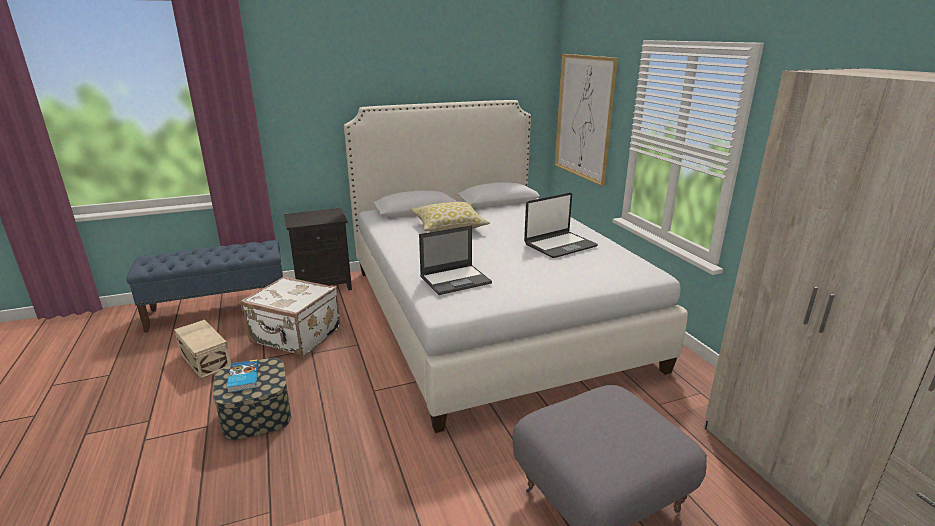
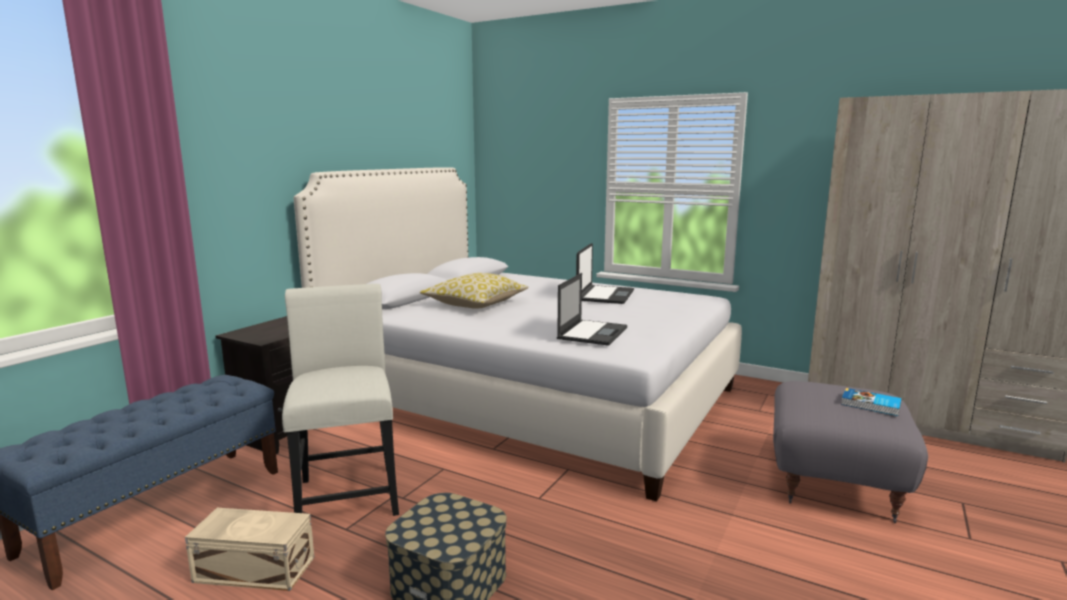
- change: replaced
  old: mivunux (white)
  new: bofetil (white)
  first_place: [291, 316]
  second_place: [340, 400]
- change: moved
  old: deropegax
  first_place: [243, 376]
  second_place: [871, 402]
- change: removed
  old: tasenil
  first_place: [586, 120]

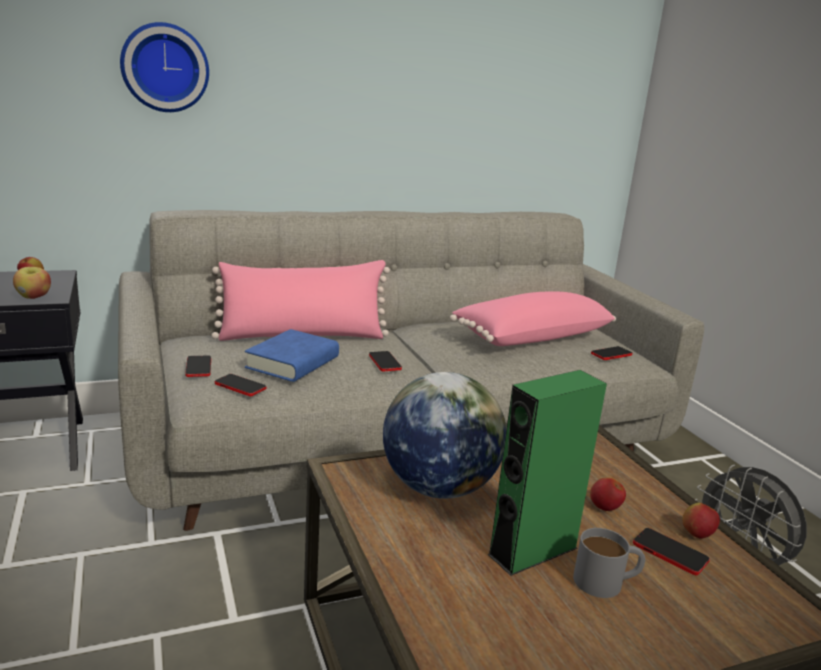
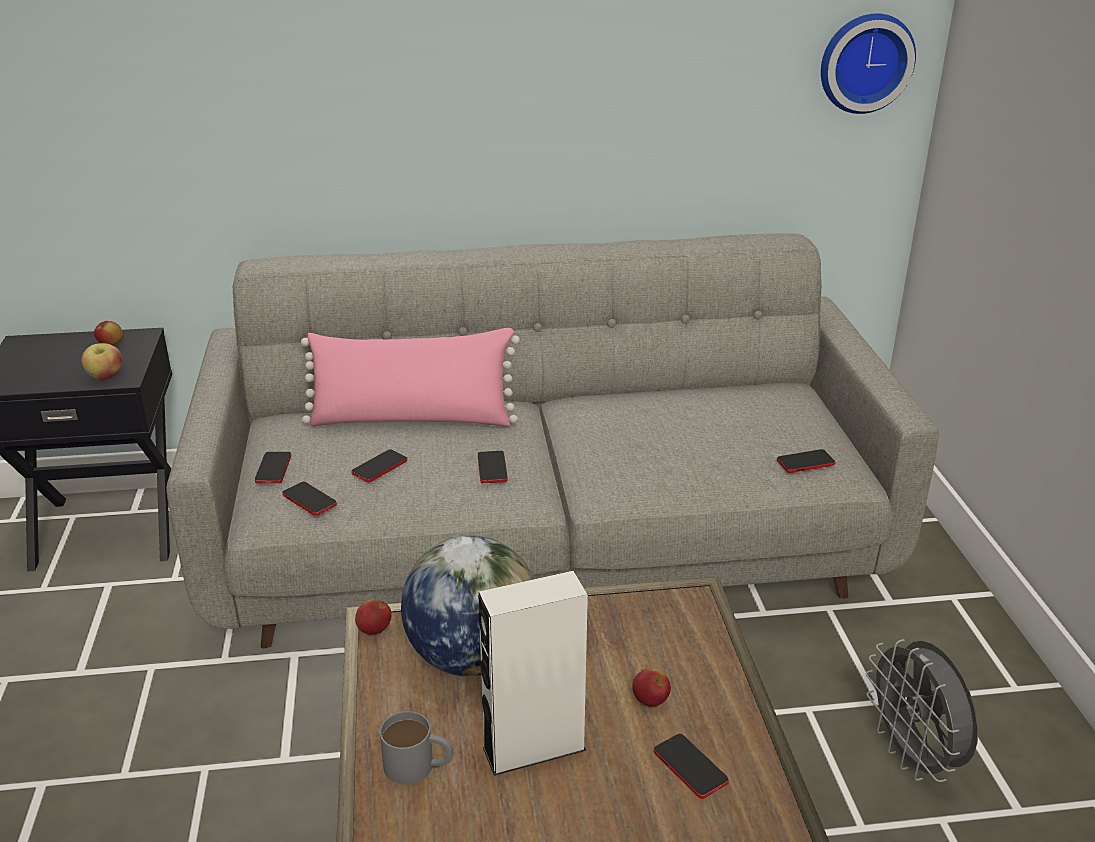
- change: replaced
  old: deropegax (blue)
  new: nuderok
  first_place: [292, 355]
  second_place: [379, 465]
- change: moved
  old: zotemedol
  first_place: [701, 520]
  second_place: [373, 617]
- change: moved
  old: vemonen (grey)
  first_place: [609, 563]
  second_place: [416, 747]
- change: recoloured
  old: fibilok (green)
  new: fibilok (white)
  first_place: [547, 473]
  second_place: [533, 673]
- change: moved
  old: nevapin
  first_place: [164, 67]
  second_place: [868, 63]
- change: removed
  old: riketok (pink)
  first_place: [533, 318]

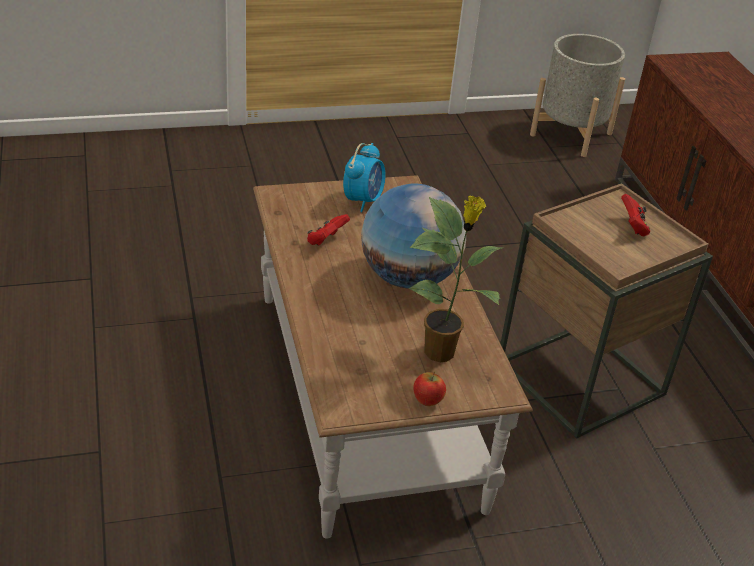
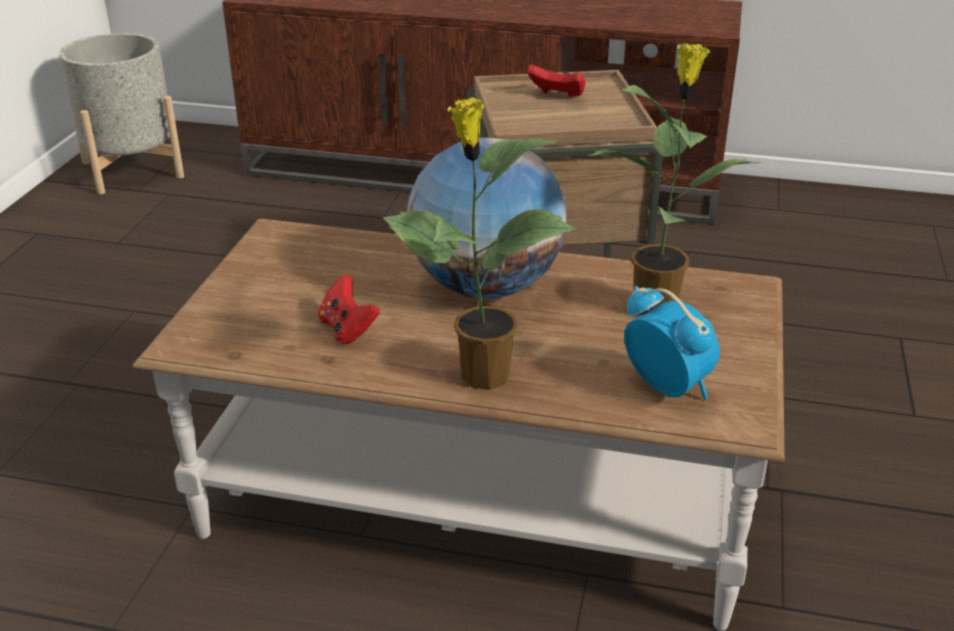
- change: added
  new: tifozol
  second_place: [479, 243]
- change: moved
  old: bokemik
  first_place: [364, 177]
  second_place: [672, 343]
- change: removed
  old: zotemedol
  first_place: [429, 388]

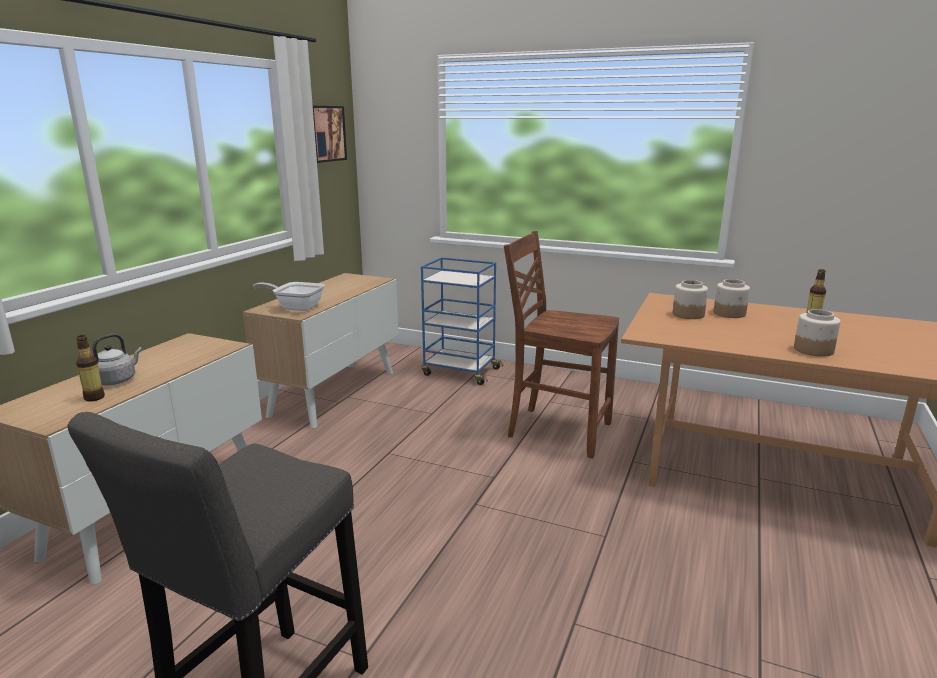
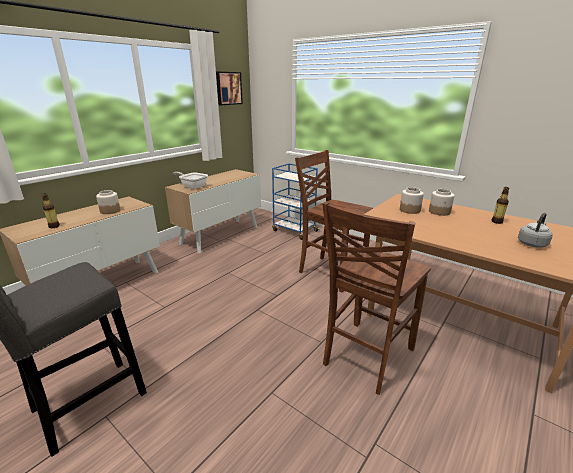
- change: moved
  old: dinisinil
  first_place: [817, 333]
  second_place: [108, 202]
- change: added
  new: bofetil (brown)
  second_place: [376, 298]
- change: moved
  old: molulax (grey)
  first_place: [117, 359]
  second_place: [535, 230]

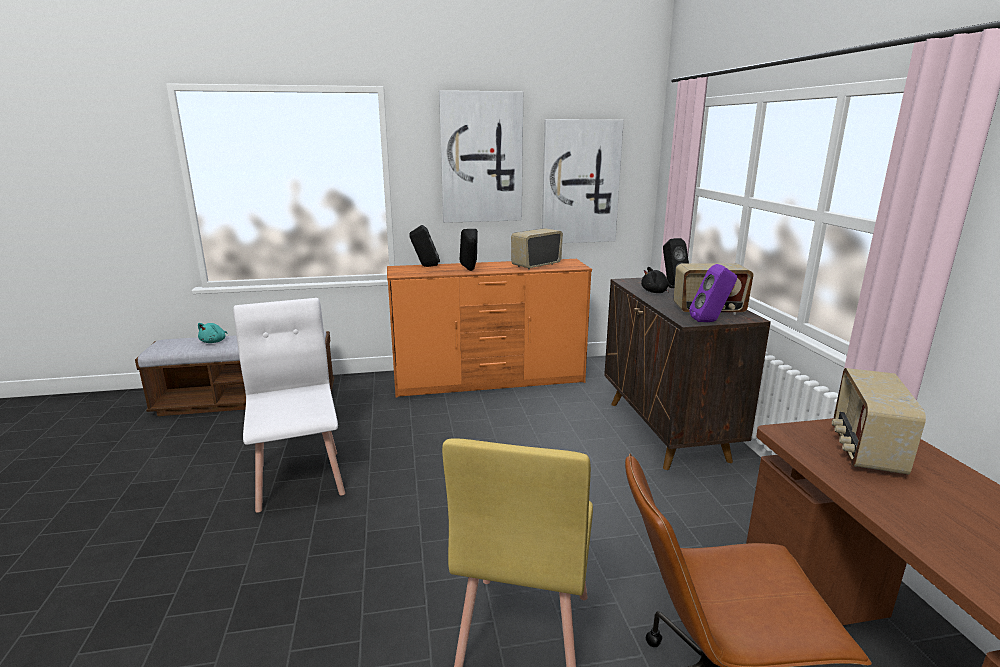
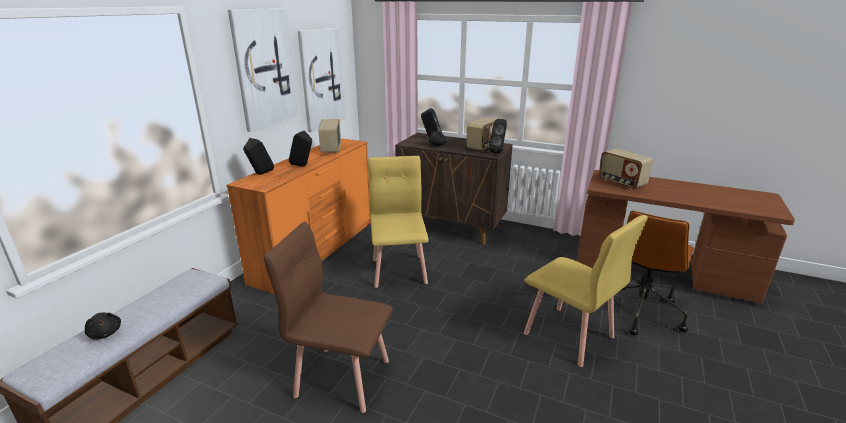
- change: recoloured
  old: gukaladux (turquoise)
  new: gukaladux (black)
  first_place: [212, 333]
  second_place: [103, 326]
- change: recoloured
  old: bofetil (white)
  new: bofetil (brown)
  first_place: [289, 405]
  second_place: [328, 317]
- change: added
  new: bofetil (yellow)
  second_place: [398, 222]
- change: recoloured
  old: fibilok (purple)
  new: fibilok (black)
  first_place: [713, 293]
  second_place: [498, 136]

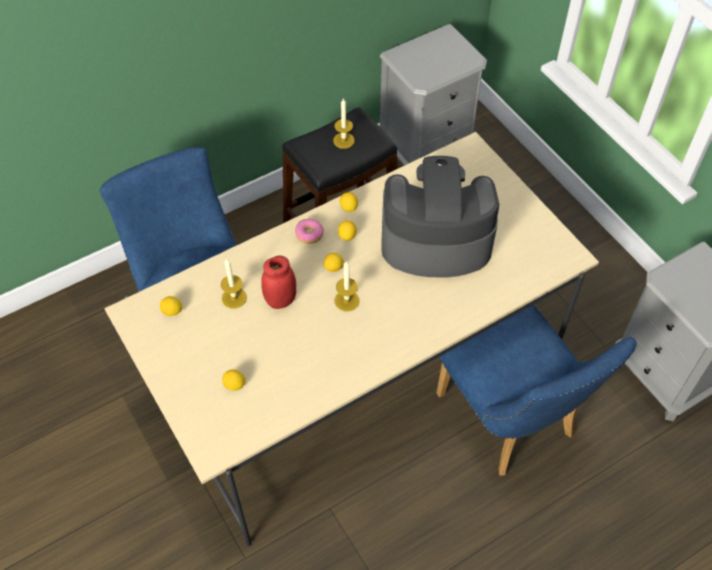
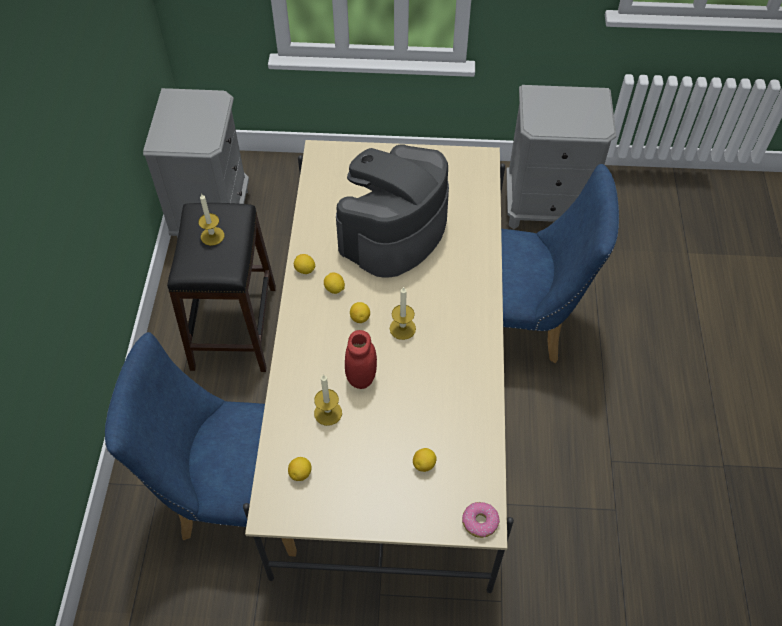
- change: moved
  old: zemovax
  first_place: [309, 231]
  second_place: [481, 520]

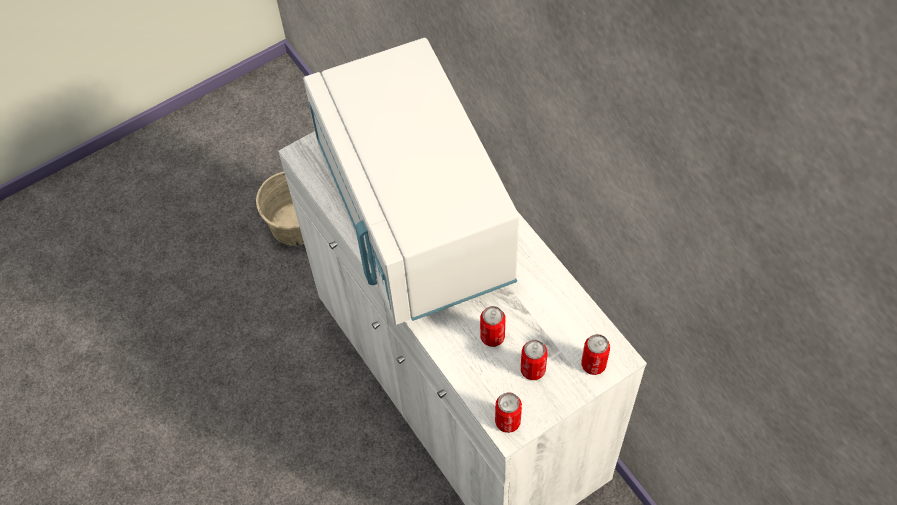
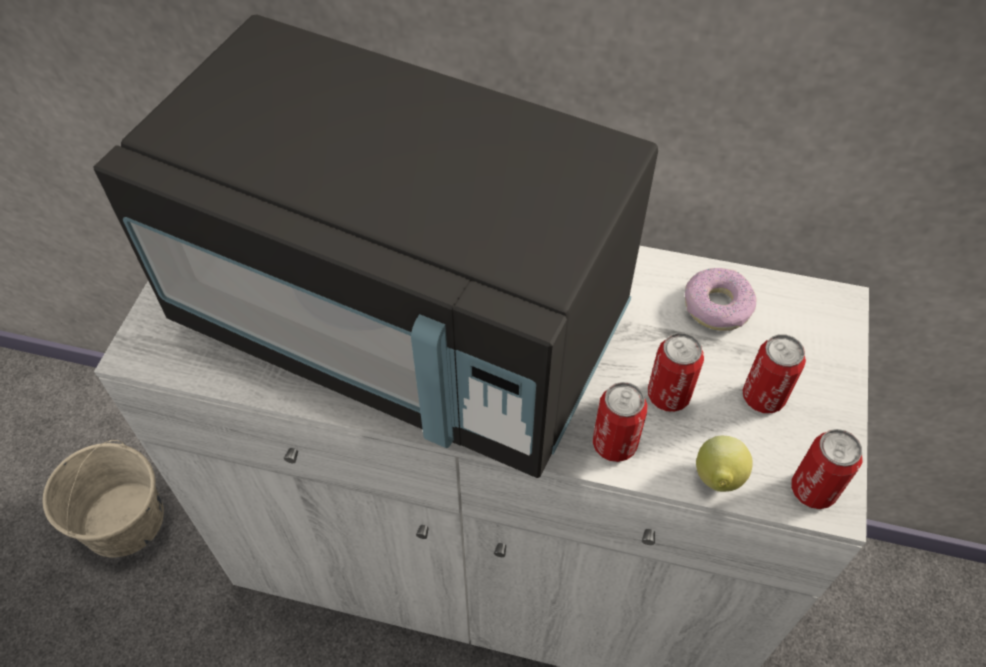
- change: recoloured
  old: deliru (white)
  new: deliru (black)
  first_place: [411, 181]
  second_place: [375, 246]
- change: moved
  old: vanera
  first_place: [595, 354]
  second_place: [620, 422]
- change: added
  new: zemovax
  second_place: [720, 299]
- change: added
  new: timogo
  second_place: [724, 464]

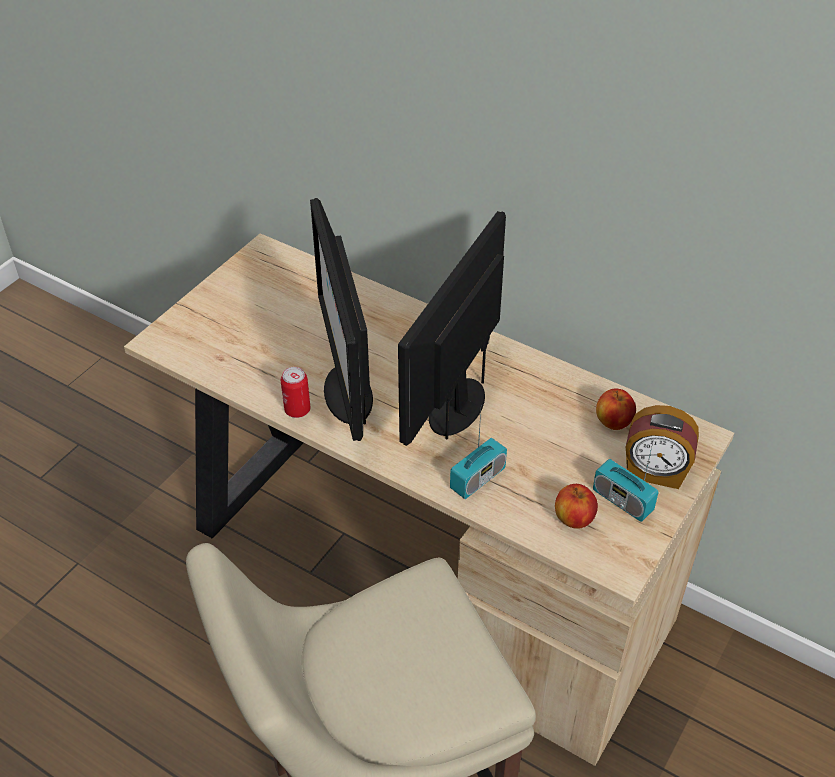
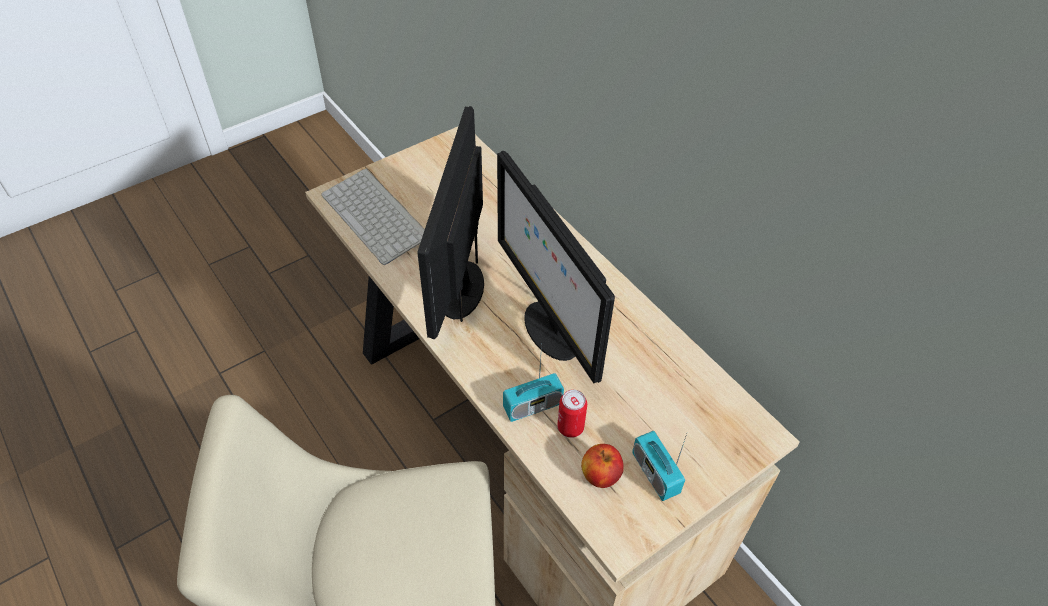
- change: added
  new: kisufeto
  second_place: [373, 216]
- change: turned
  old: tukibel
  first_place: [452, 328]
  second_place: [556, 267]
  degrees: -75
- change: moved
  old: vanera
  first_place: [296, 392]
  second_place: [572, 414]
- change: removed
  old: zotemedol
  first_place: [616, 409]
- change: removed
  old: bokemik
  first_place: [662, 447]

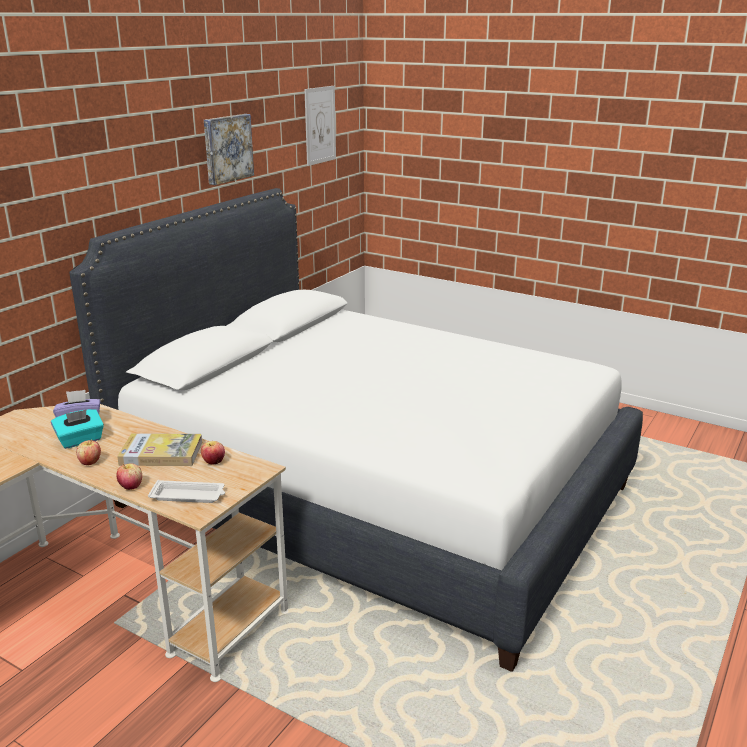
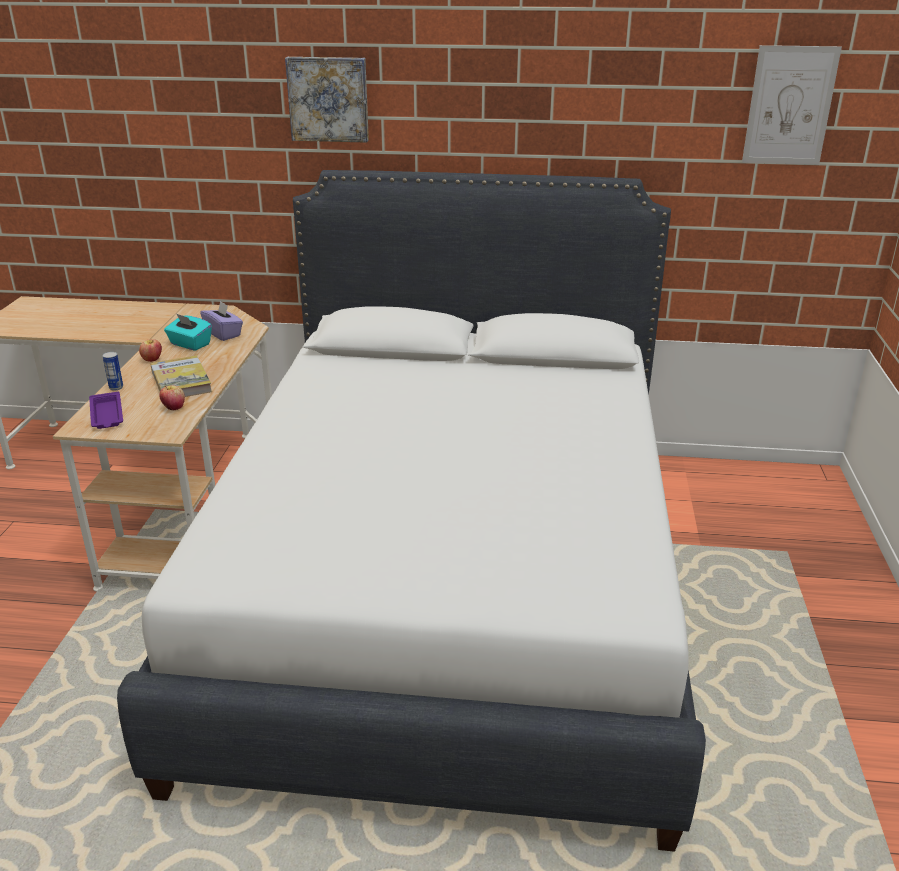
- change: recoloured
  old: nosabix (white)
  new: nosabix (purple)
  first_place: [186, 491]
  second_place: [106, 410]
- change: replaced
  old: zotemedol
  new: vanera
  first_place: [129, 477]
  second_place: [112, 371]
- change: moved
  old: tasenil
  first_place: [229, 149]
  second_place: [327, 100]

